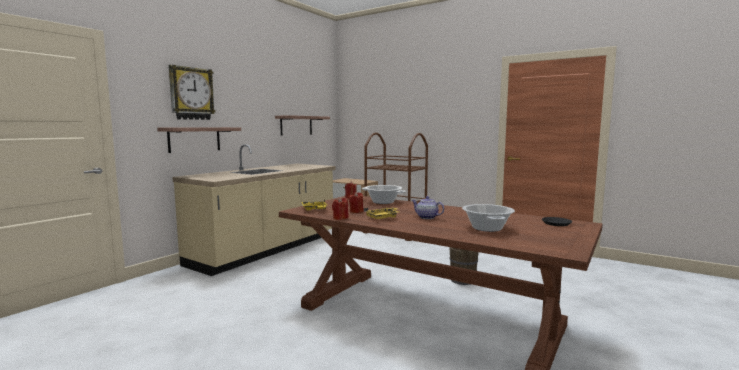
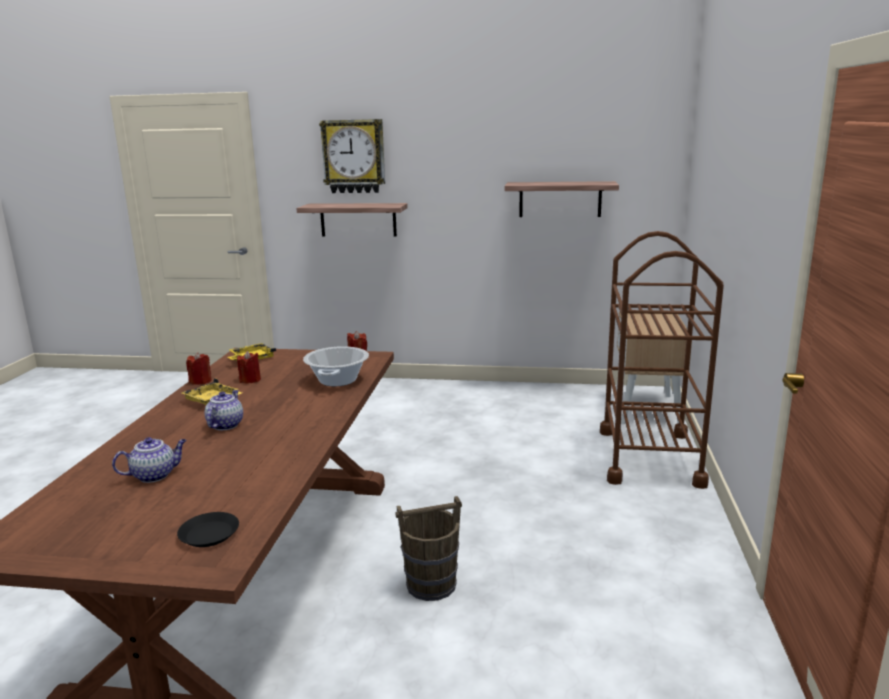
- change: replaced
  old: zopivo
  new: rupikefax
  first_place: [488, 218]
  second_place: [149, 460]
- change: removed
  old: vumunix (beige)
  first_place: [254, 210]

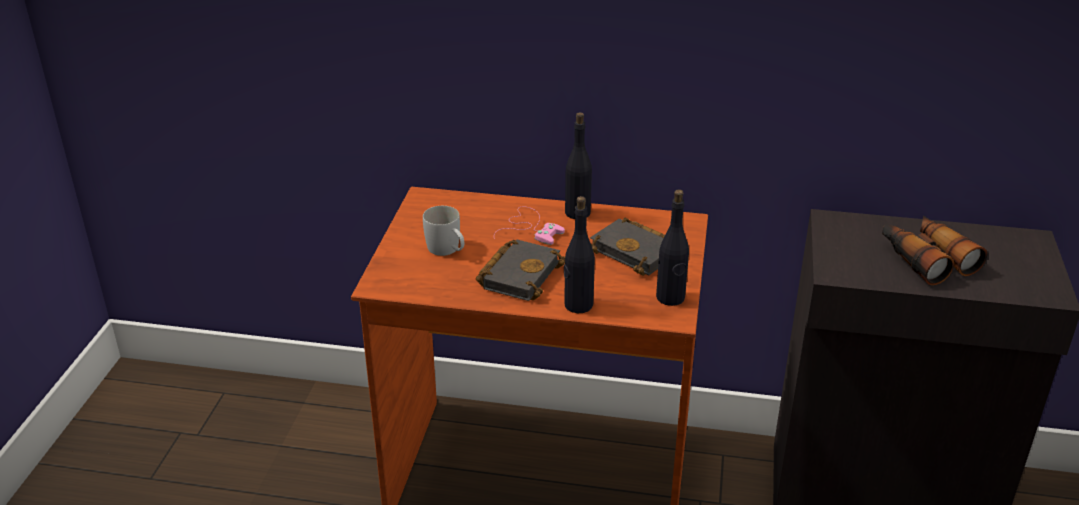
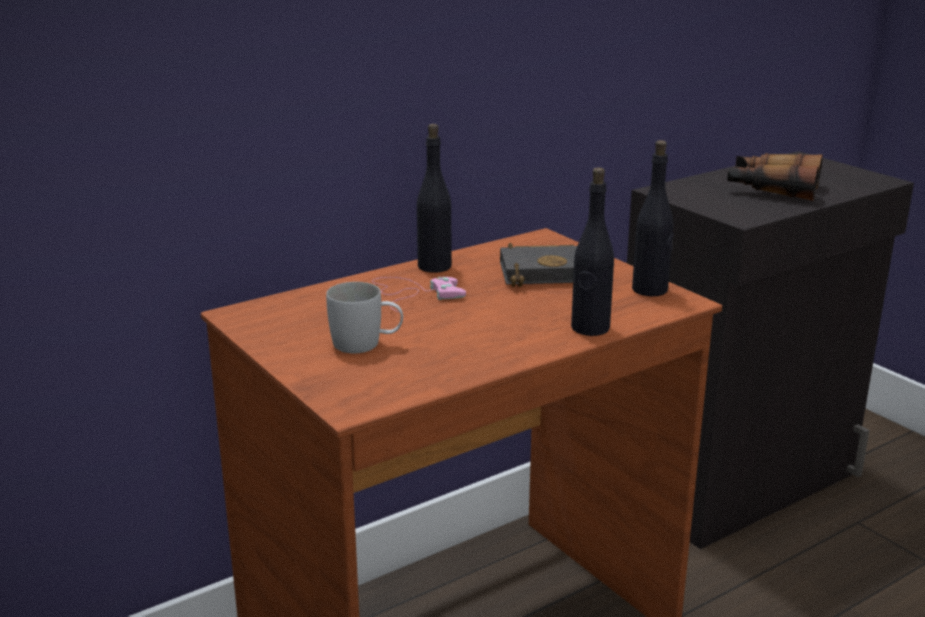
- change: removed
  old: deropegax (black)
  first_place: [520, 270]

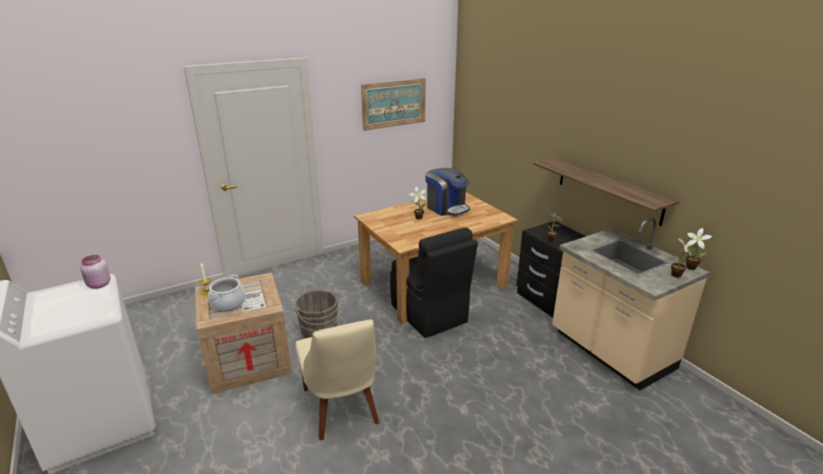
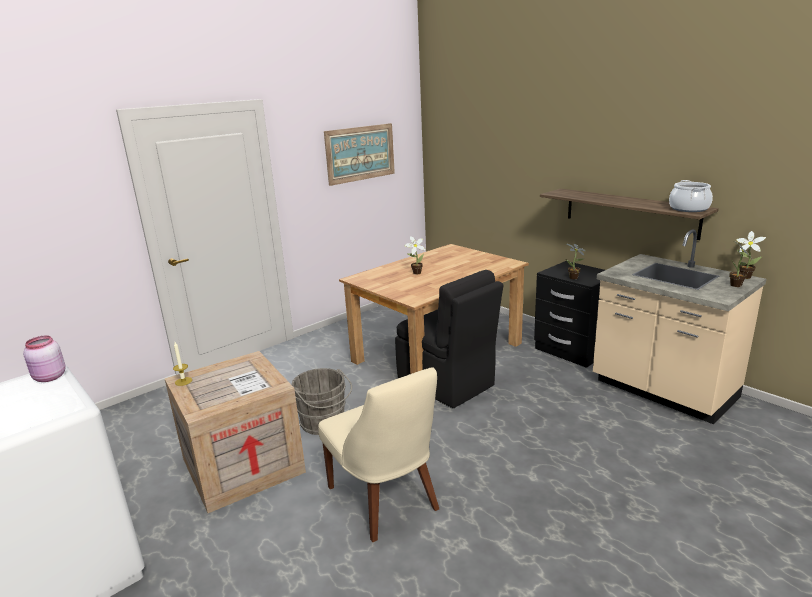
- change: moved
  old: zopivo
  first_place: [226, 293]
  second_place: [691, 196]
- change: removed
  old: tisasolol
  first_place: [447, 192]

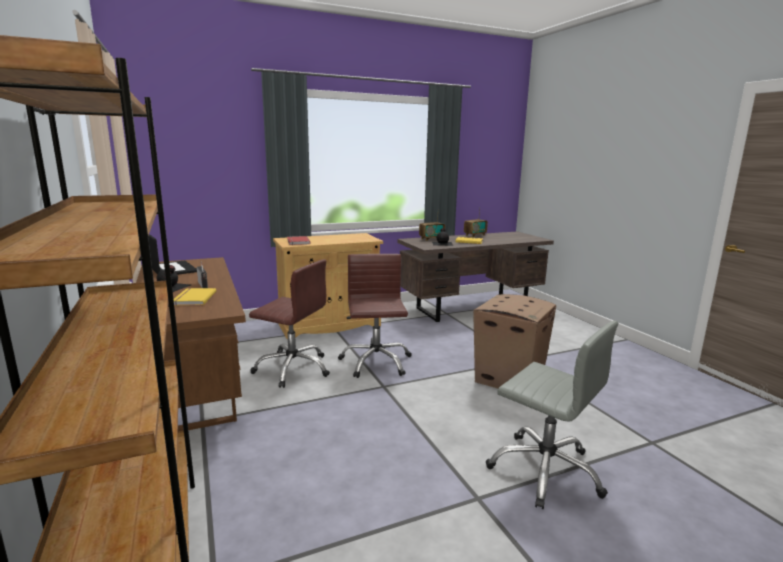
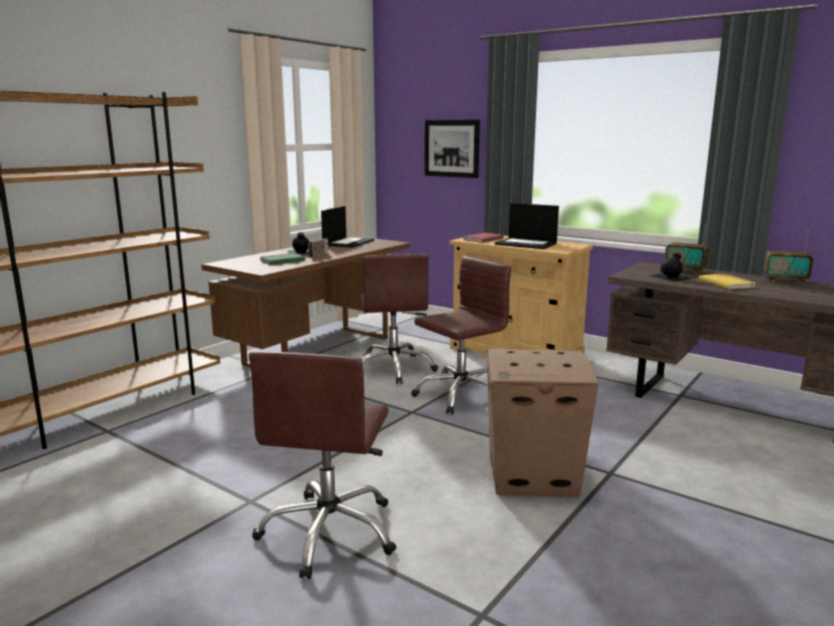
- change: recoloured
  old: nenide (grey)
  new: nenide (brown)
  first_place: [552, 415]
  second_place: [322, 465]
- change: recoloured
  old: deropegax (yellow)
  new: deropegax (green)
  first_place: [195, 297]
  second_place: [282, 259]
- change: added
  new: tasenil
  second_place: [452, 149]
- change: added
  new: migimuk
  second_place: [527, 226]

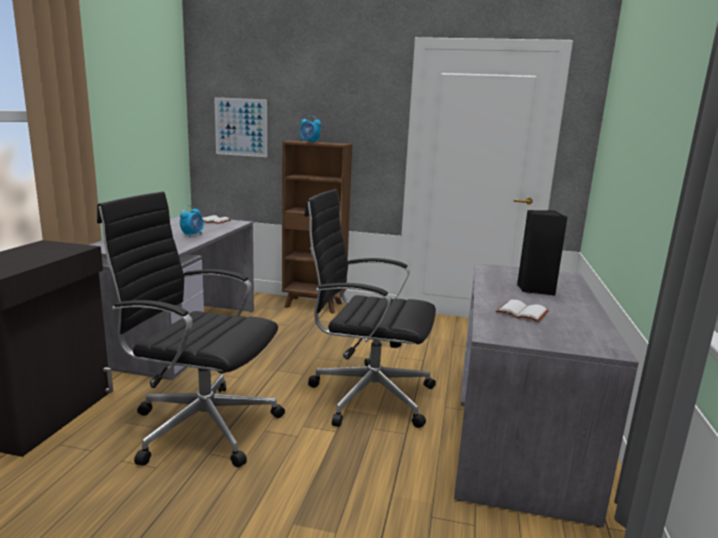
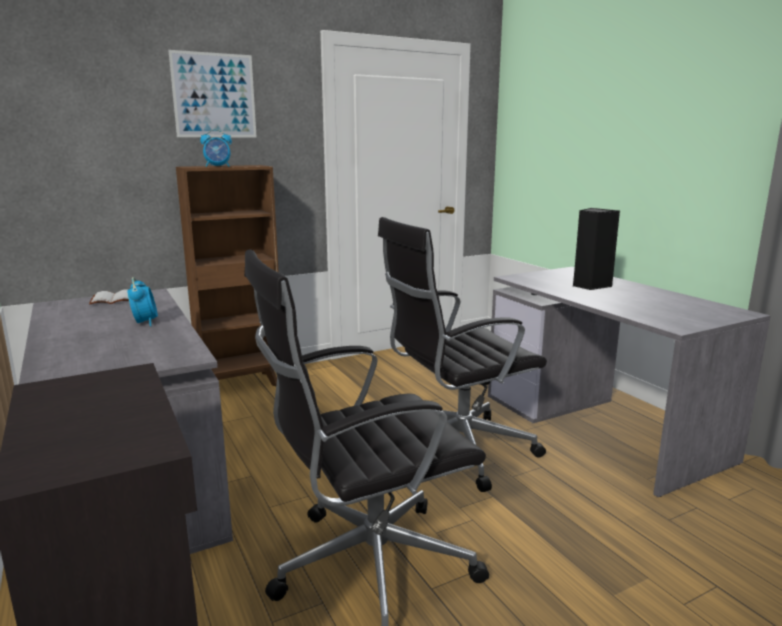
- change: moved
  old: tasenil
  first_place: [240, 127]
  second_place: [212, 94]
- change: removed
  old: deropegax (white)
  first_place: [522, 311]

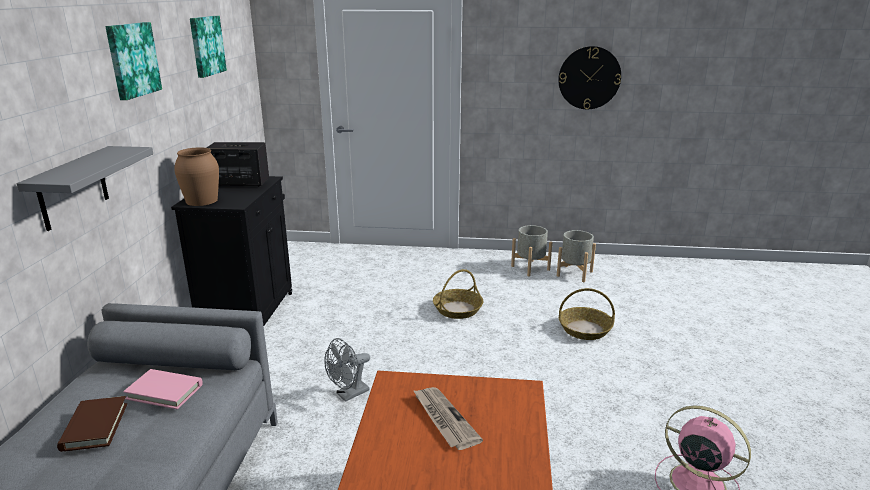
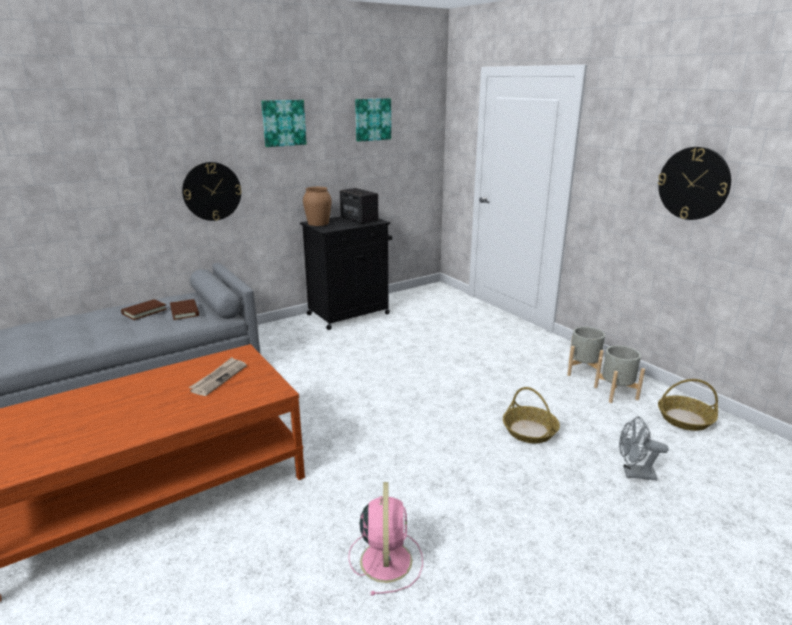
- change: recoloured
  old: deropegax (pink)
  new: deropegax (brown)
  first_place: [163, 389]
  second_place: [184, 309]
- change: replaced
  old: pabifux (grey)
  new: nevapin
  first_place: [85, 188]
  second_place: [212, 191]
- change: moved
  old: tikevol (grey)
  first_place: [347, 370]
  second_place: [644, 449]
- change: moved
  old: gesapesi
  first_place: [458, 294]
  second_place: [688, 405]

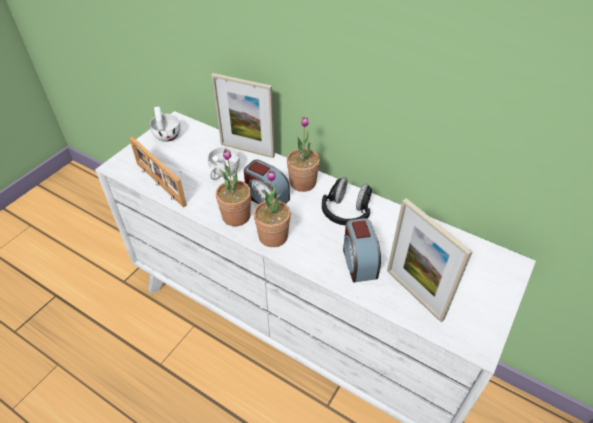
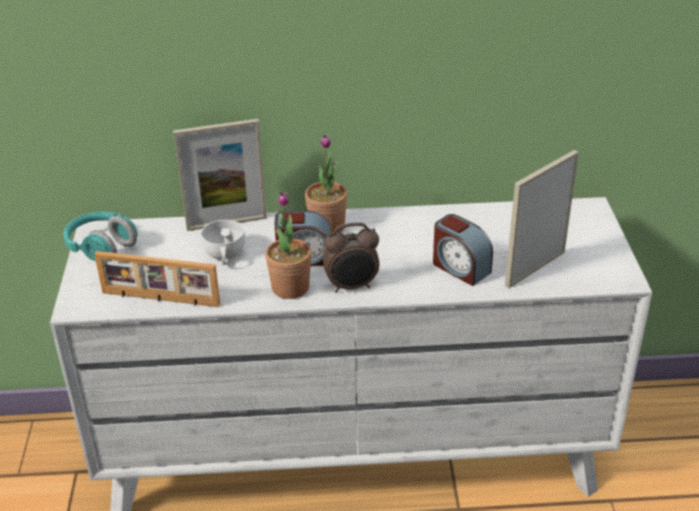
- change: replaced
  old: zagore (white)
  new: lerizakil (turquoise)
  first_place: [165, 124]
  second_place: [100, 236]
- change: replaced
  old: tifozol
  new: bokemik
  first_place: [272, 208]
  second_place: [351, 257]
- change: turned
  old: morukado
  first_place: [430, 260]
  second_place: [542, 219]
  degrees: 120
- change: removed
  old: lerizakil (black)
  first_place: [347, 201]

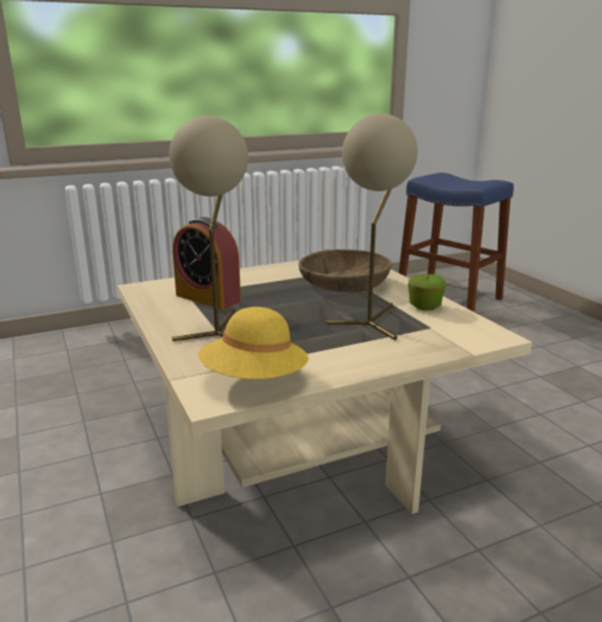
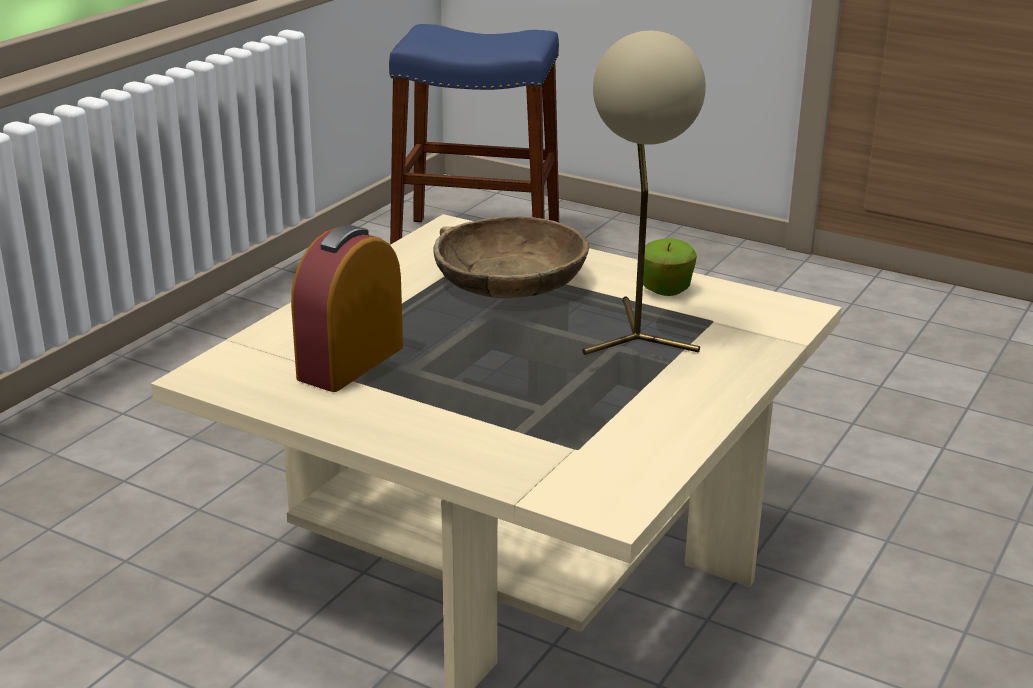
- change: turned
  old: bokemik
  first_place: [207, 263]
  second_place: [347, 308]
  degrees: 120
- change: removed
  old: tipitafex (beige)
  first_place: [208, 228]
- change: removed
  old: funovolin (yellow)
  first_place: [253, 343]

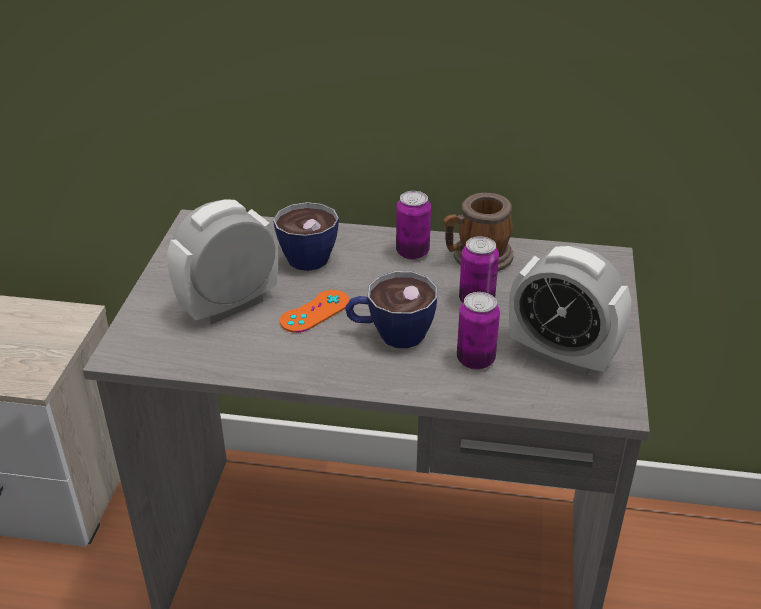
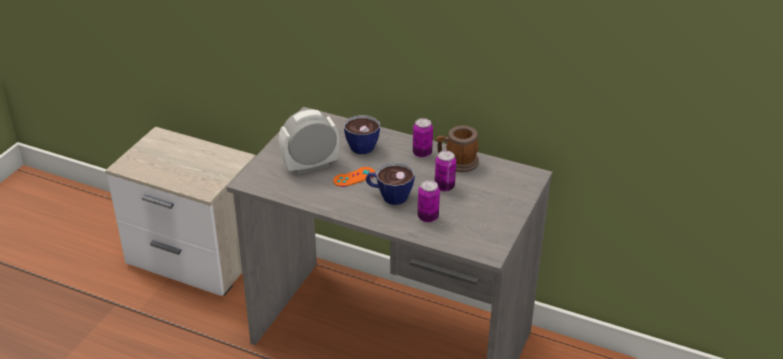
- change: removed
  old: bokemik
  first_place: [570, 311]

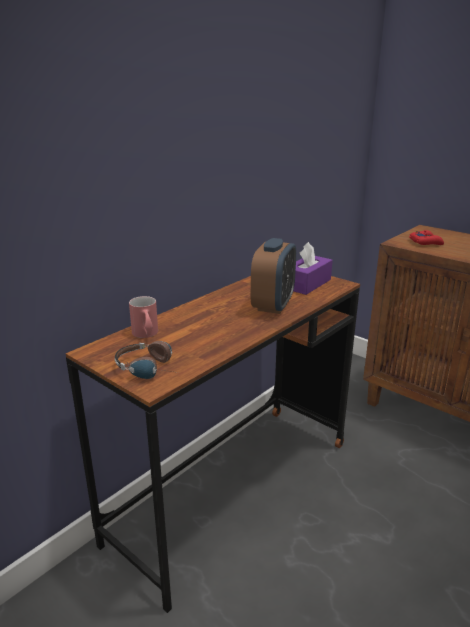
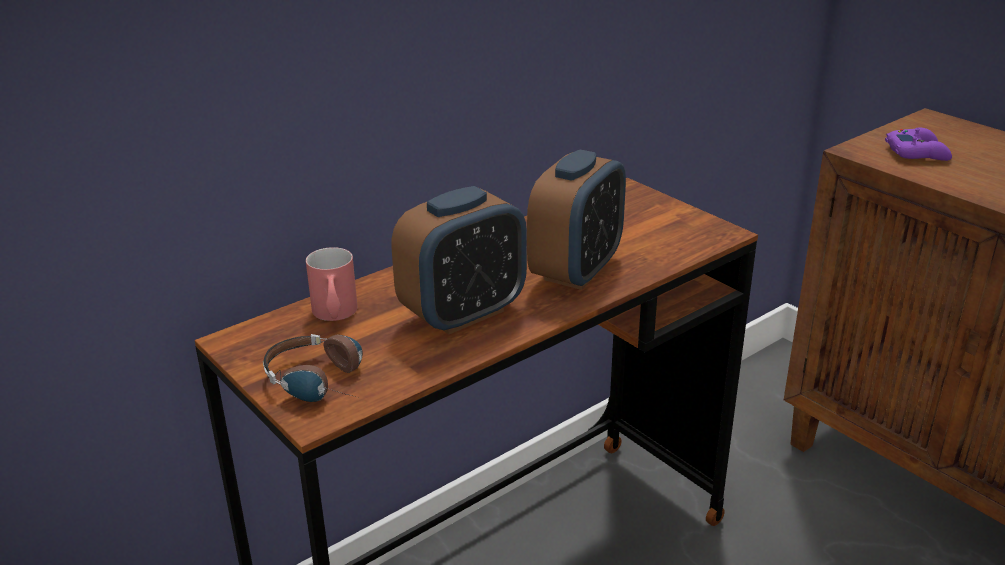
- change: added
  new: bokemik
  second_place: [459, 260]
- change: recoloured
  old: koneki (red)
  new: koneki (purple)
  first_place: [426, 237]
  second_place: [918, 144]
- change: removed
  old: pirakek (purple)
  first_place: [313, 268]

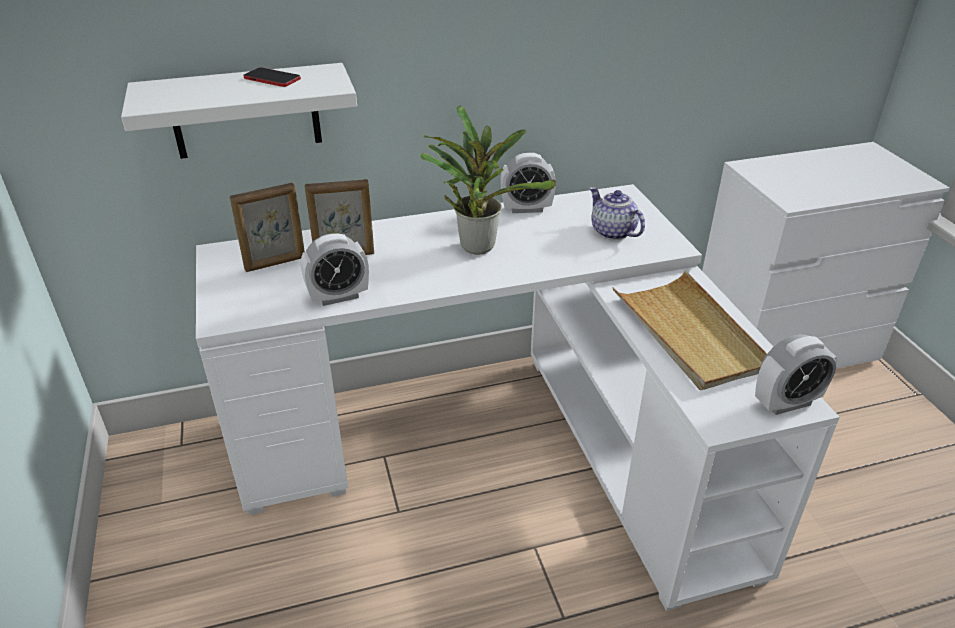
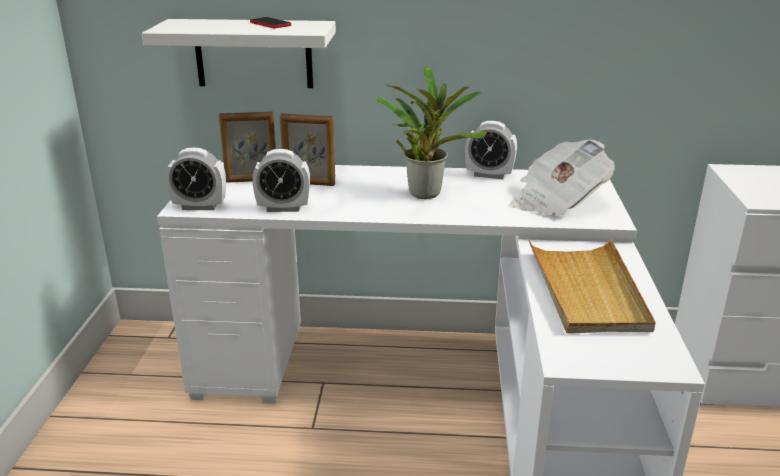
- change: moved
  old: bokemik
  first_place: [796, 374]
  second_place: [196, 179]
- change: replaced
  old: rupikefax
  new: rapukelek
  first_place: [617, 213]
  second_place: [563, 178]

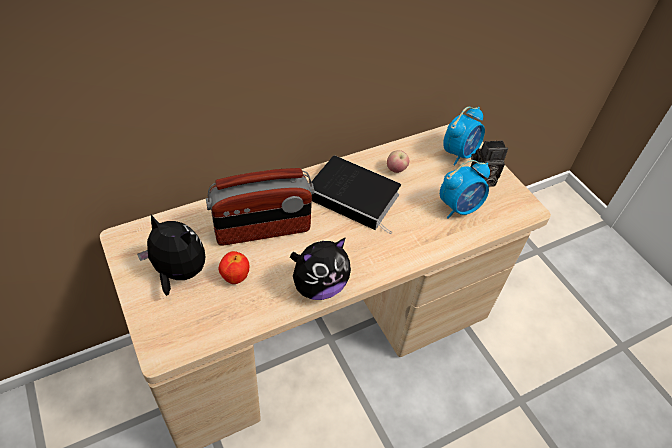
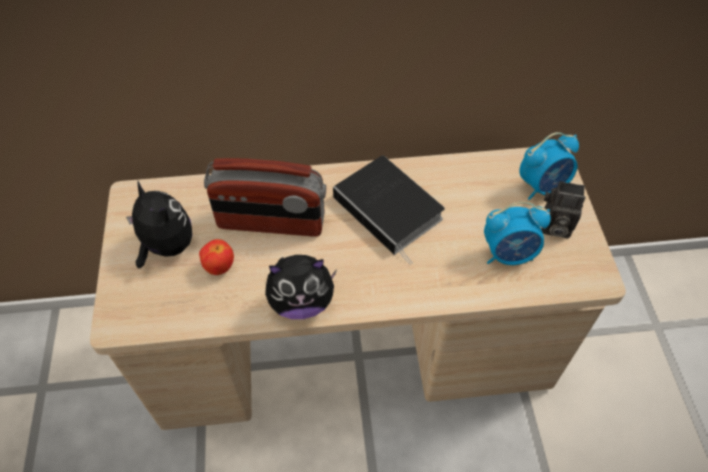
- change: removed
  old: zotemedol
  first_place: [398, 161]

